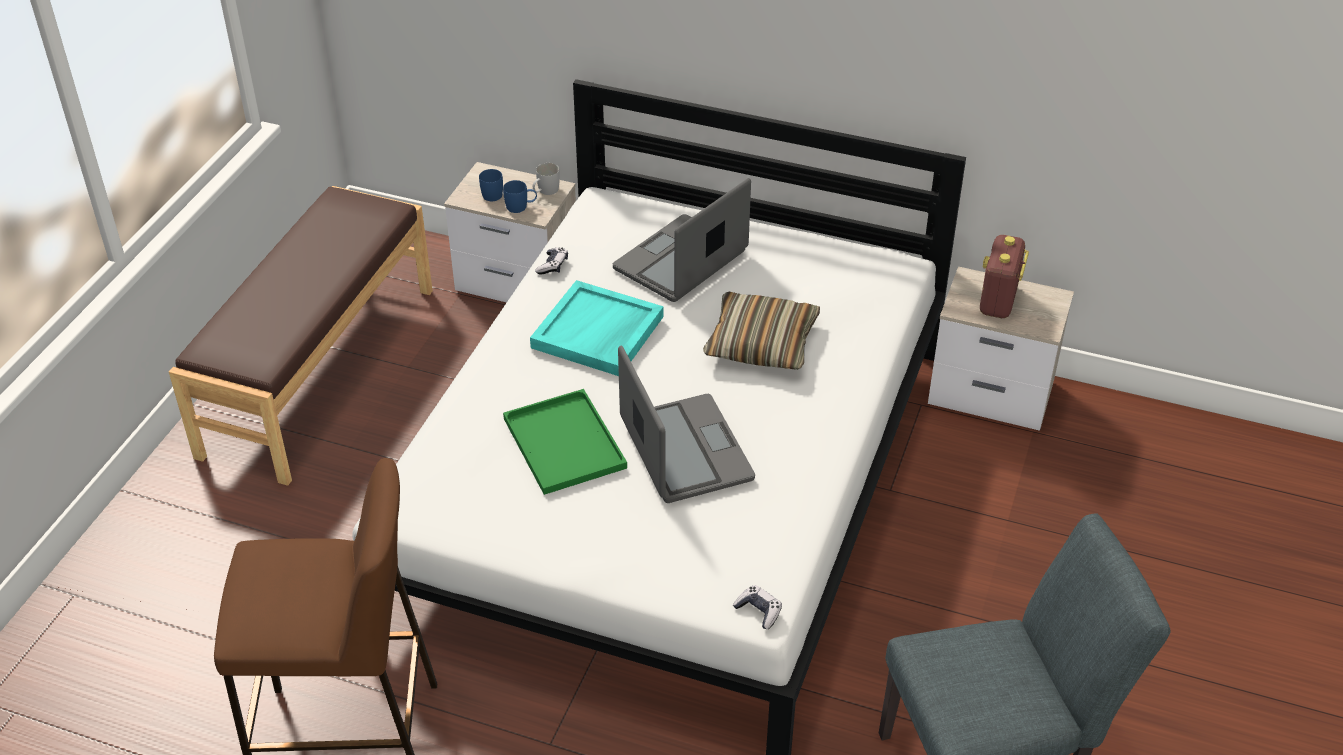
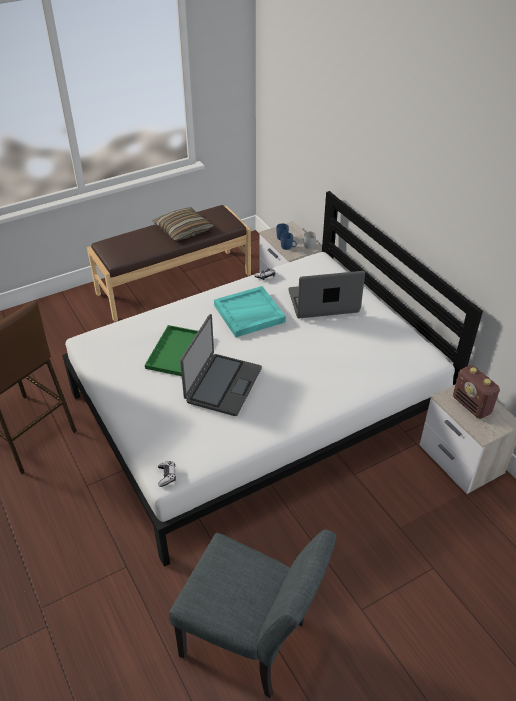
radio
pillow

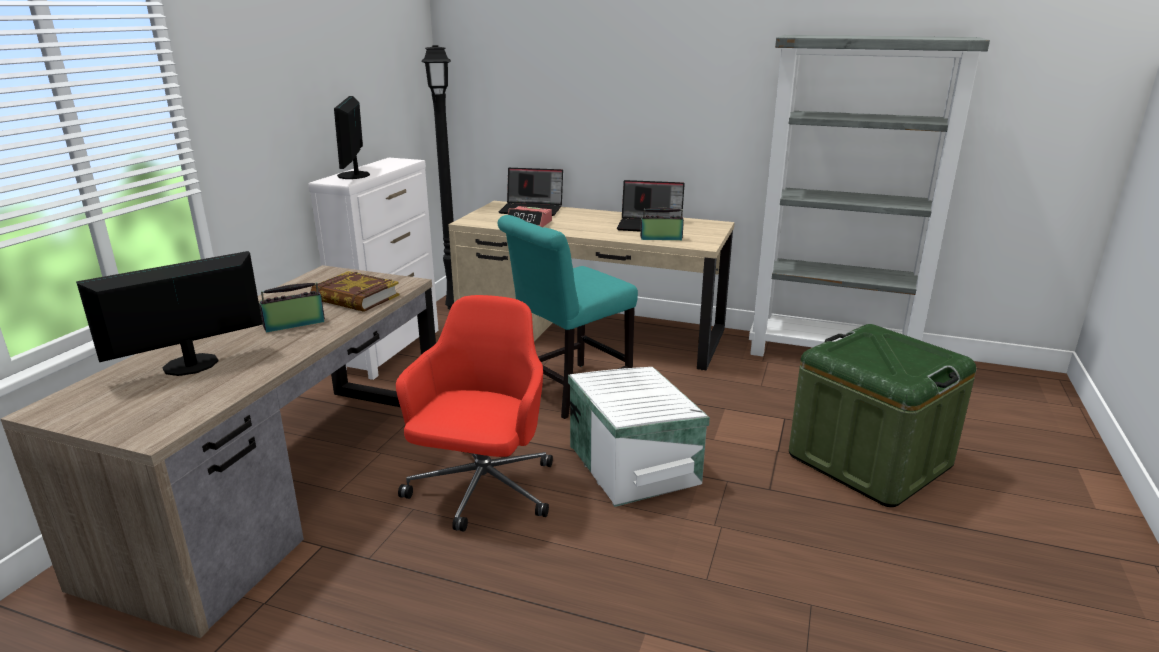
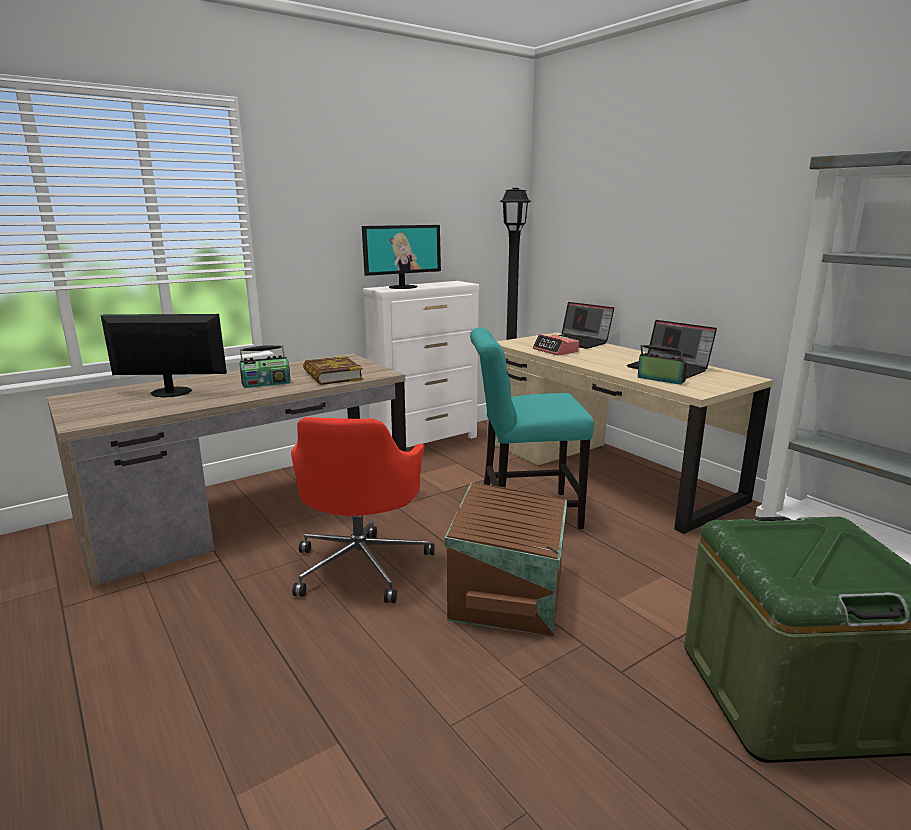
monitor (2nd from left)
radio (1st from left)
red office chair
brown storage box

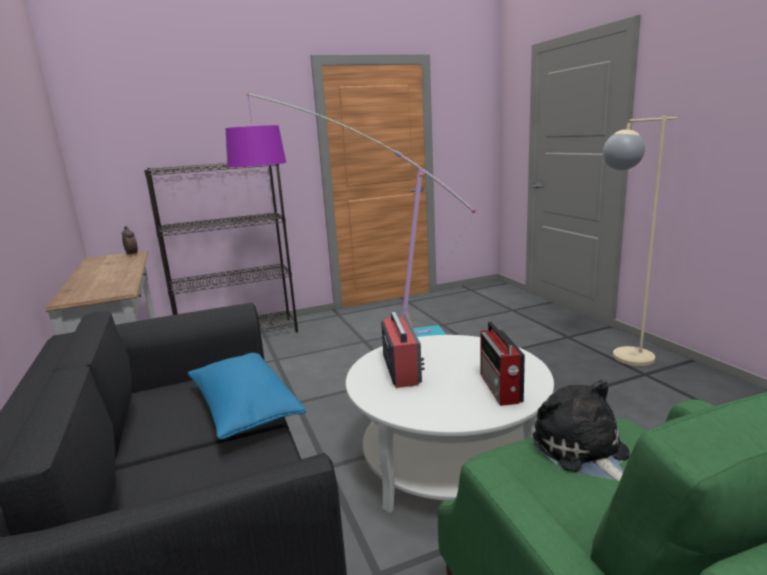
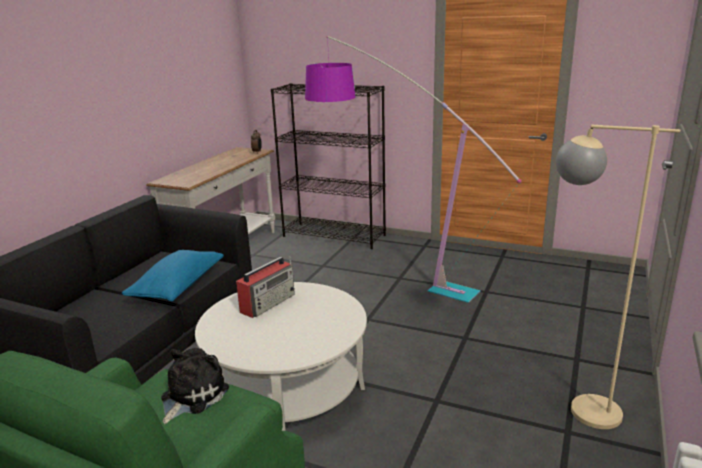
radio (2nd from left in the first image)

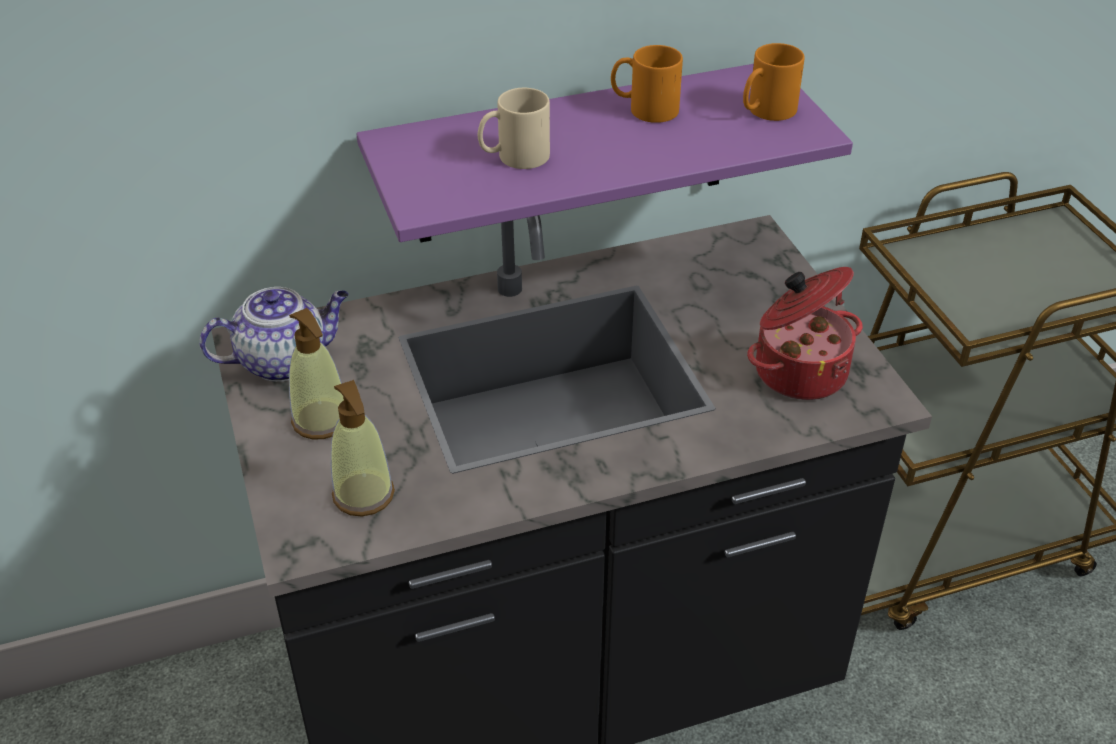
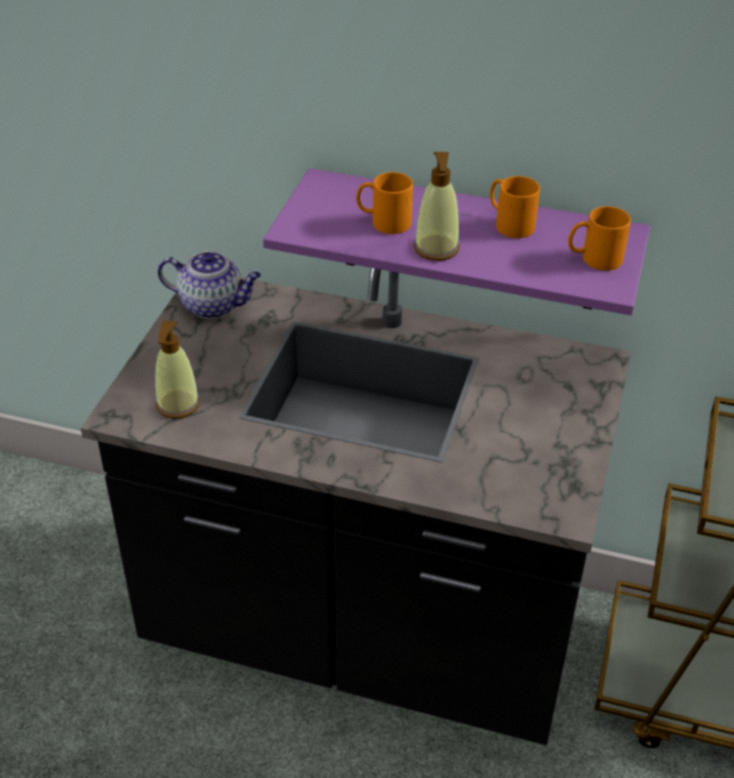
orange mug (1st from left)
cooking pot
soap dispenser (2nd from left)

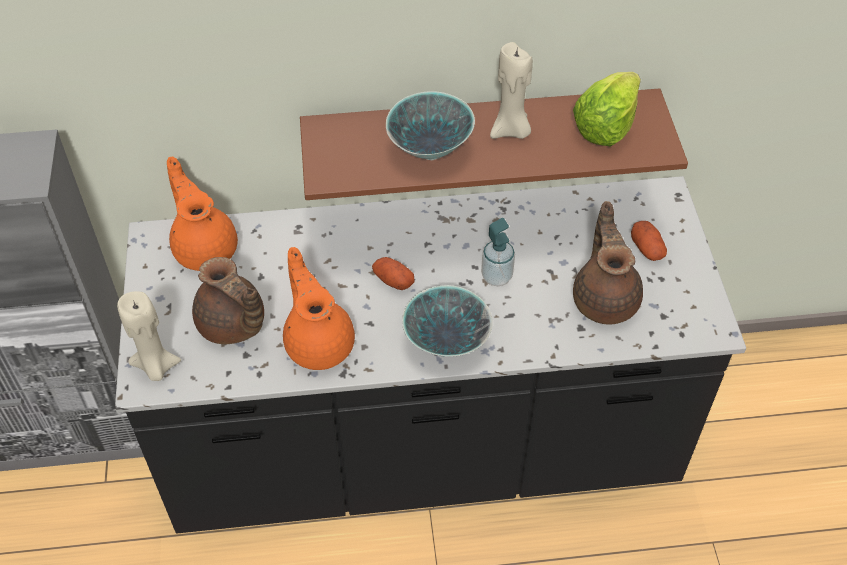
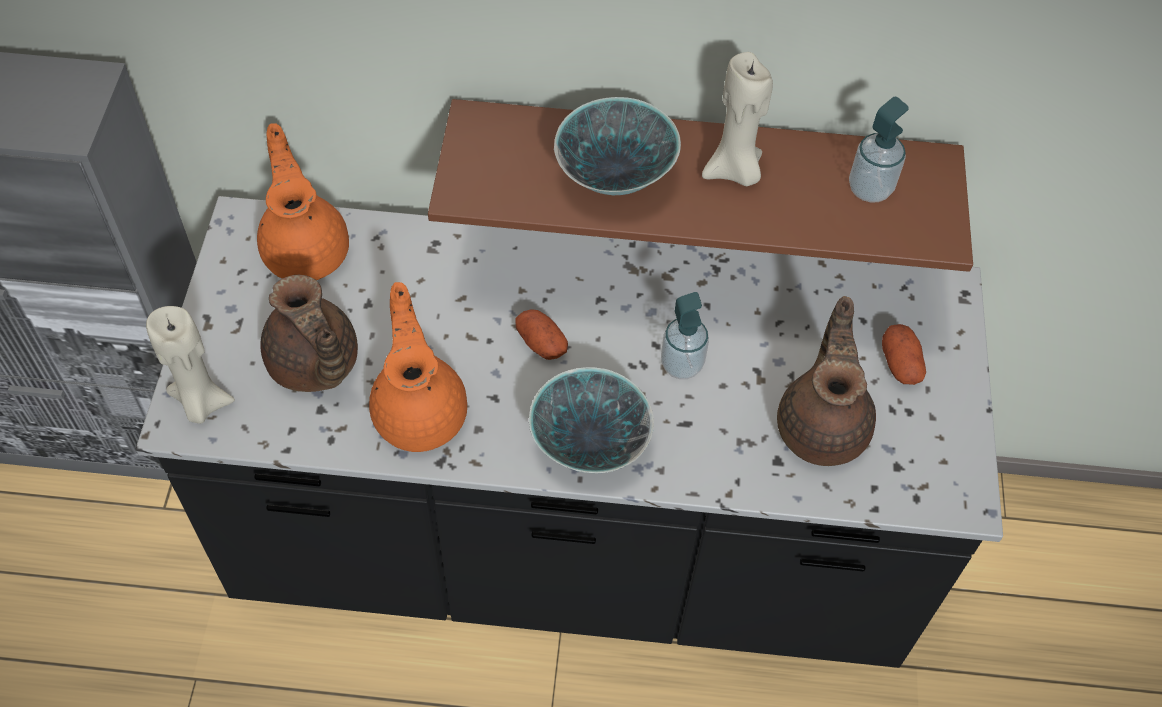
soap dispenser (2nd from left)

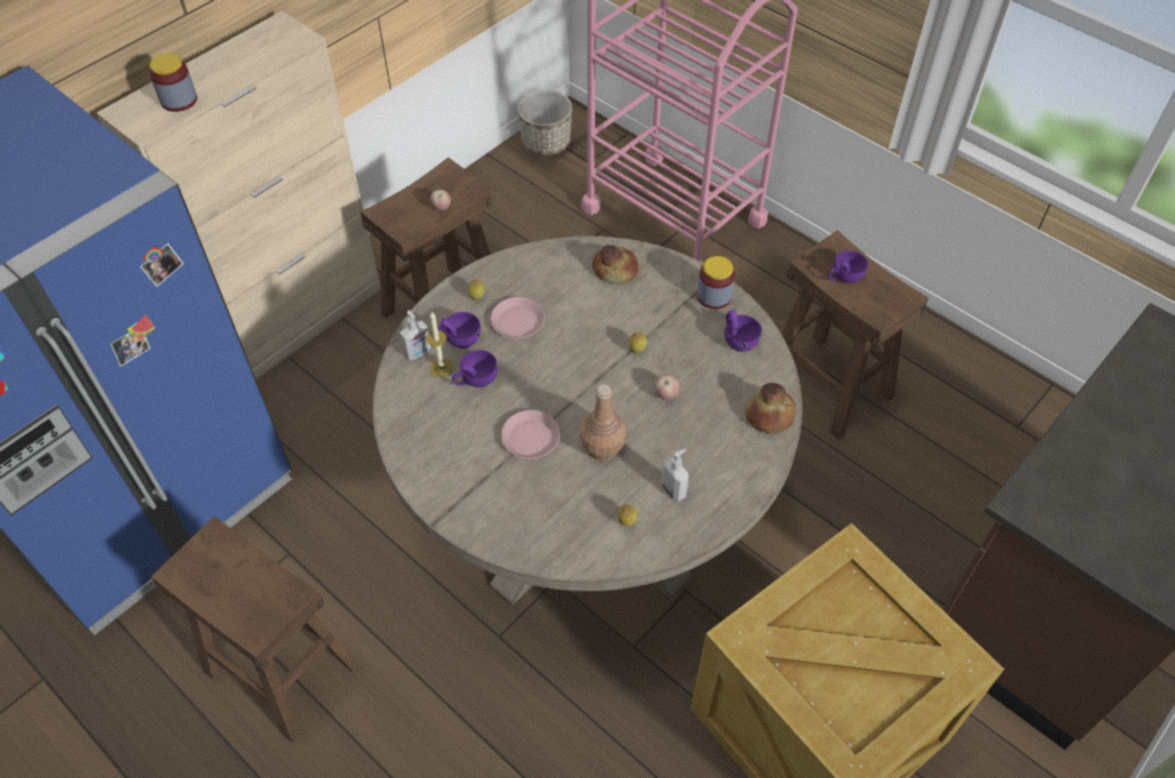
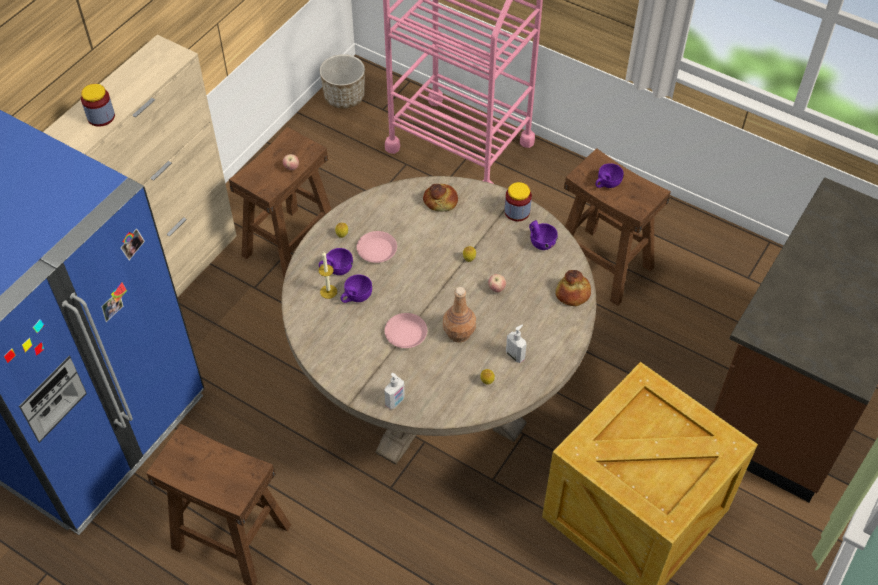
soap dispenser (1st from left)

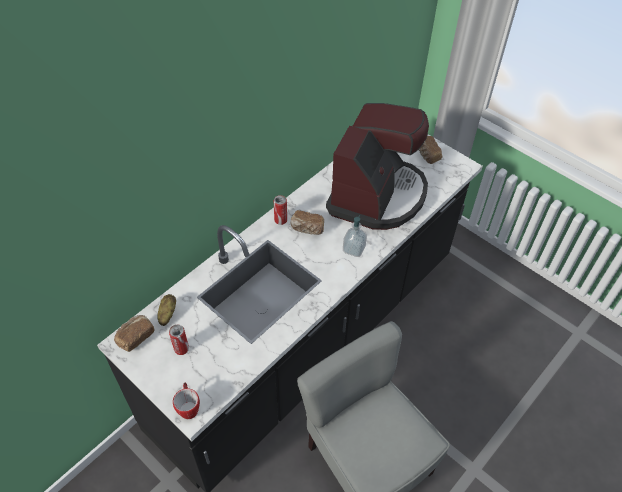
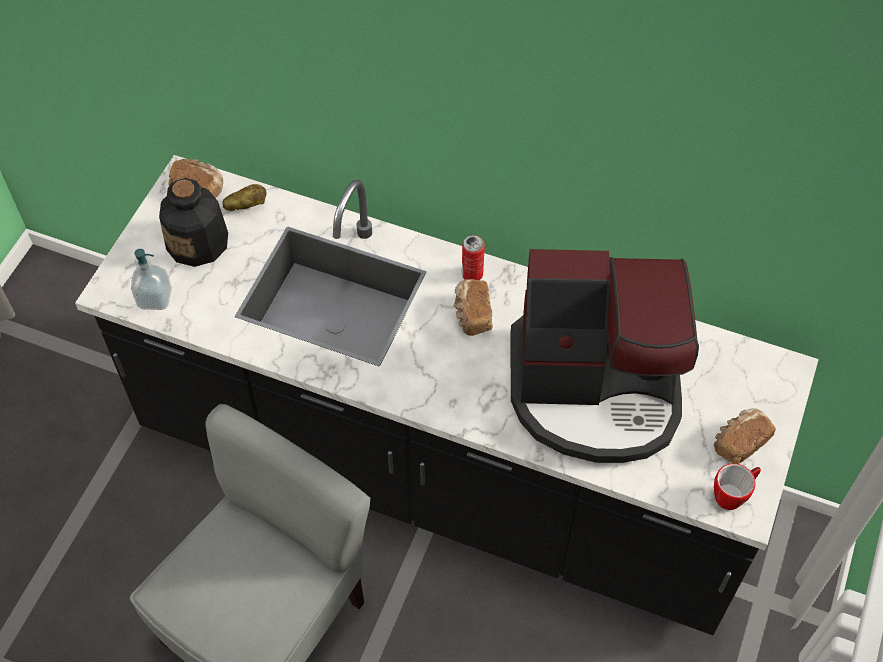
soap dispenser
bottle
mug

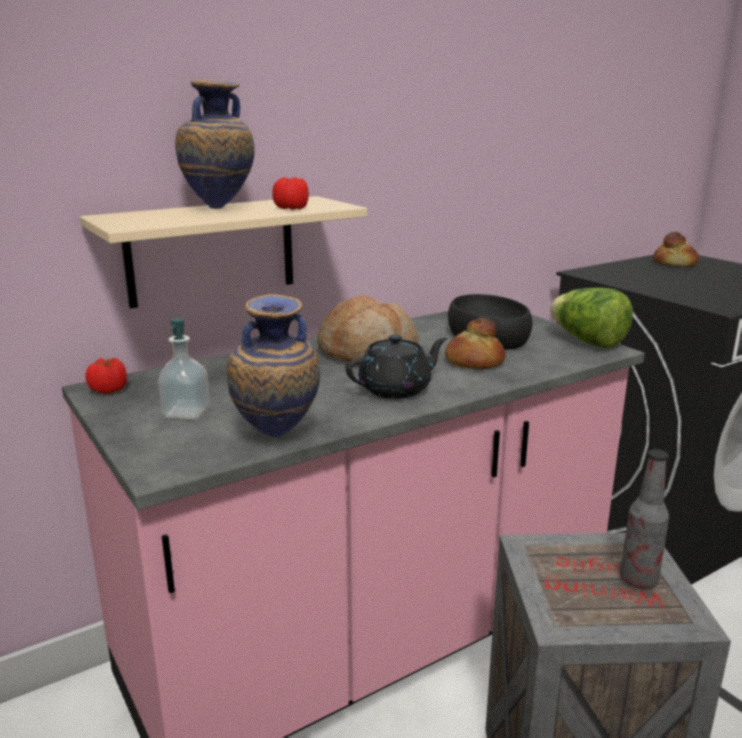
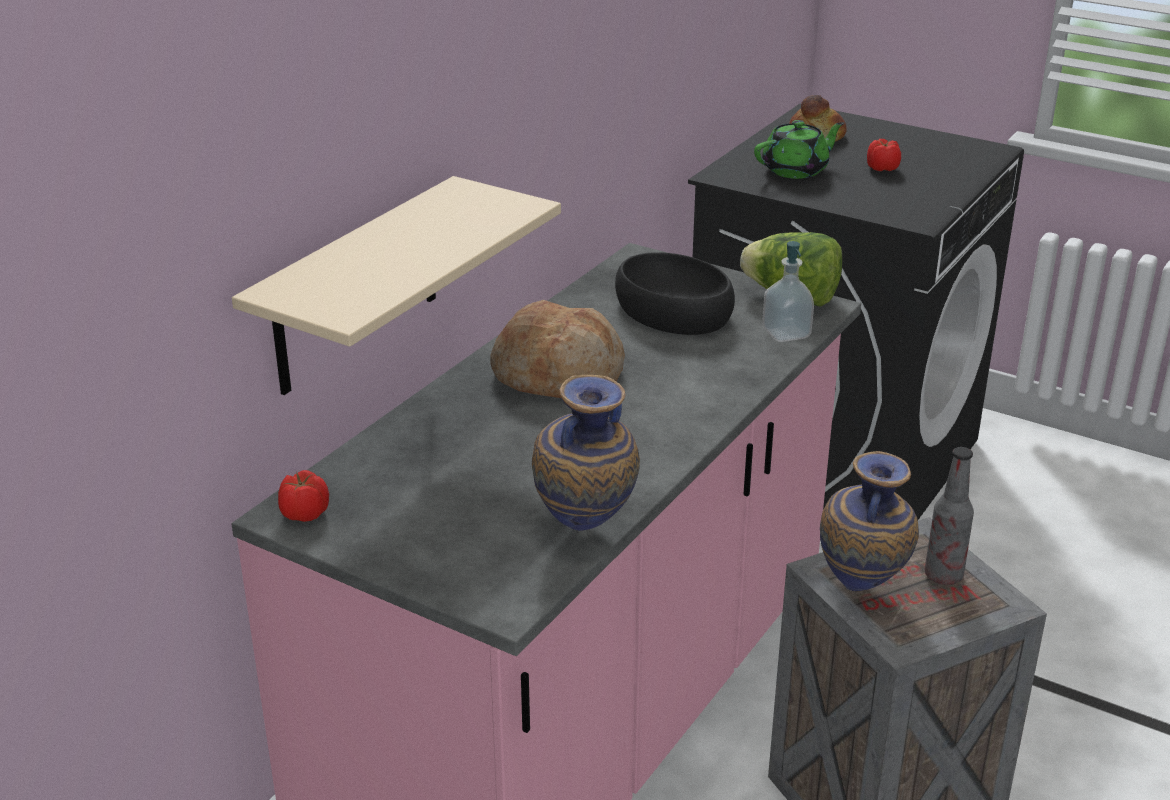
vase (2nd from left)
tomato (2nd from left)
bread (2nd from left in the first image)
soap dispenser
black teapot
green teapot

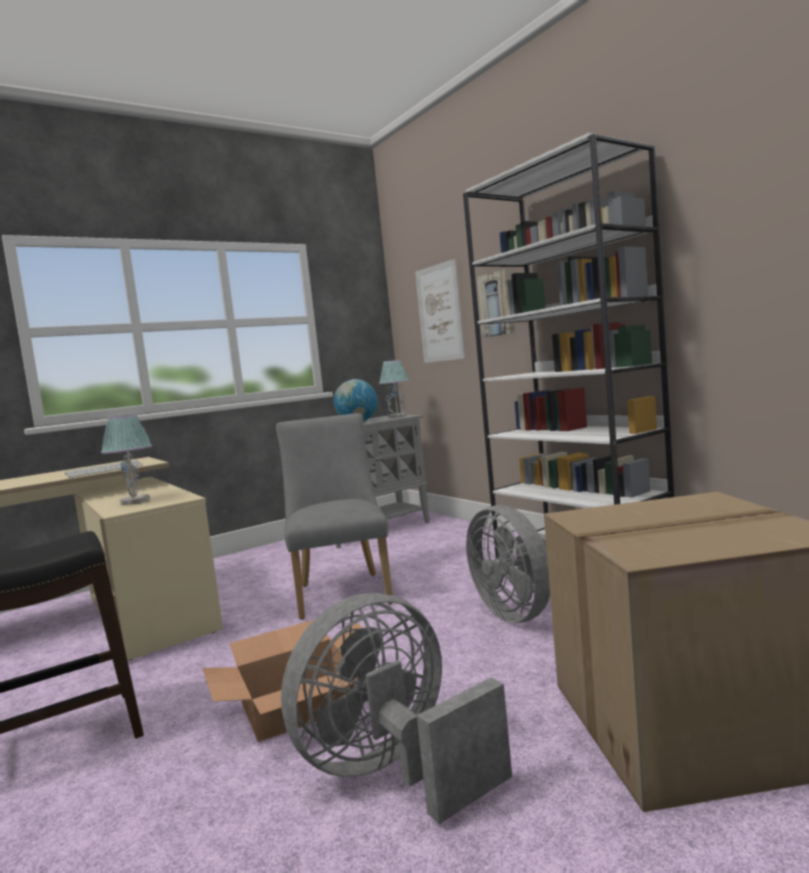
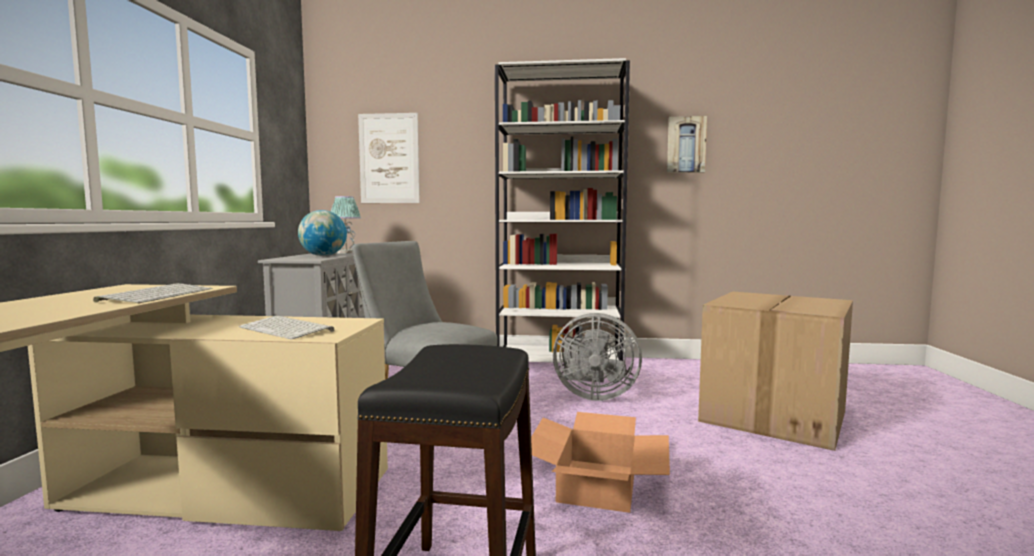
picture (2nd from left)
keyboard (2nd from left)
grey fan (1st from left in the first image)

